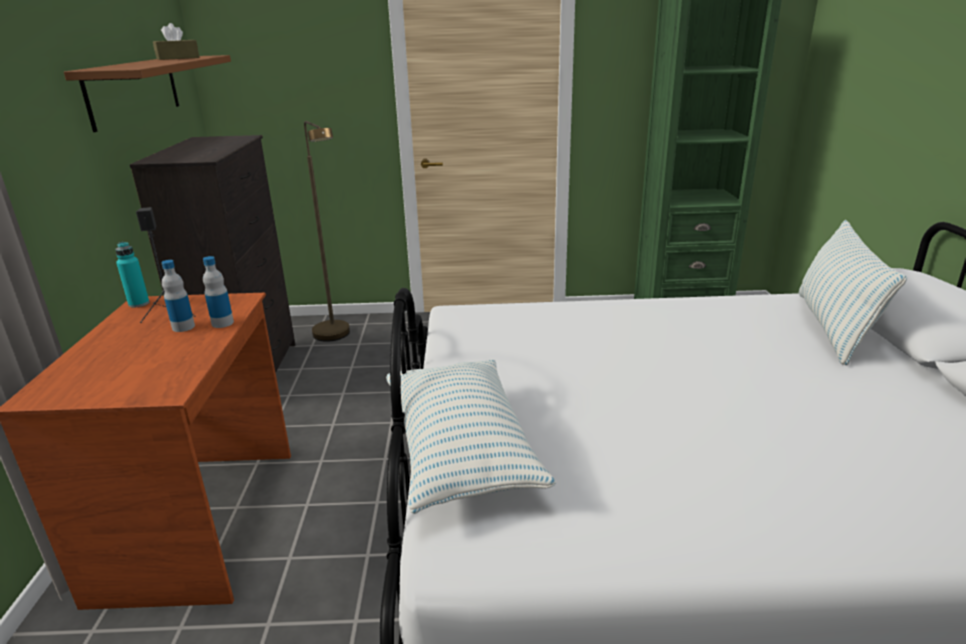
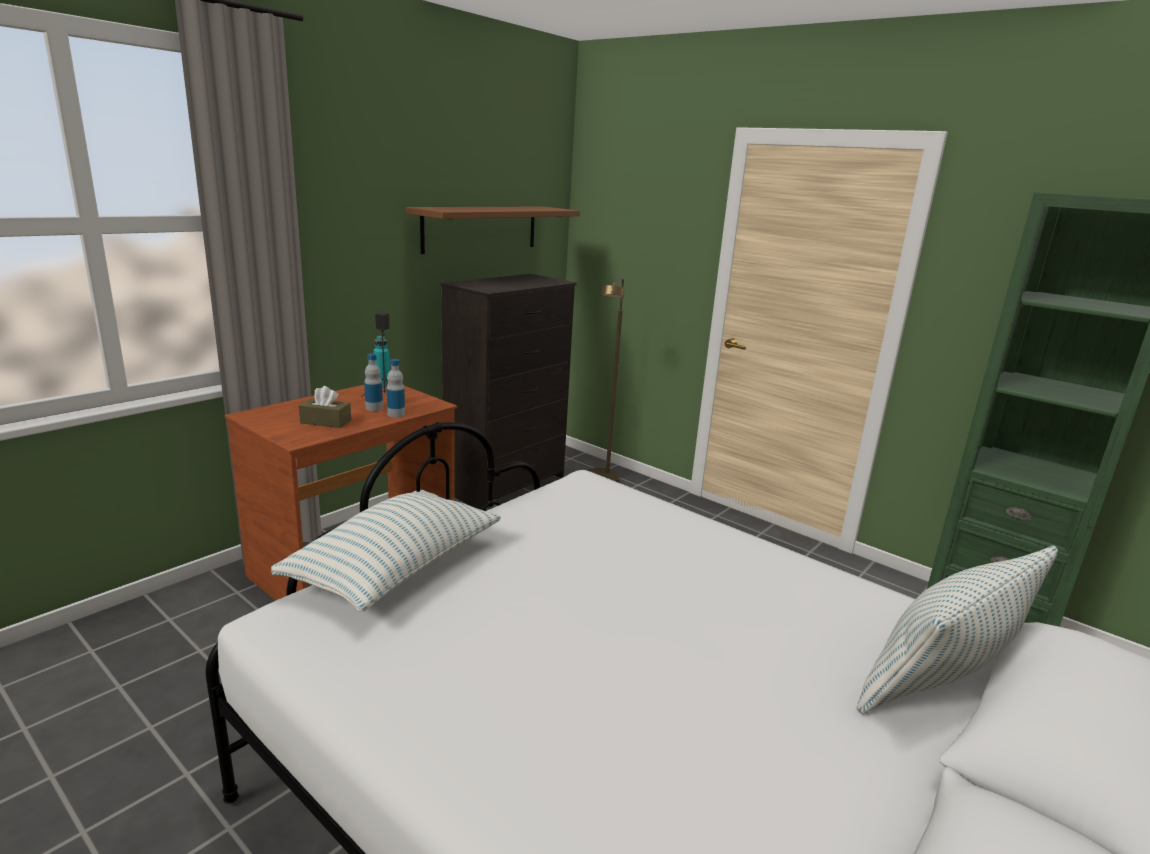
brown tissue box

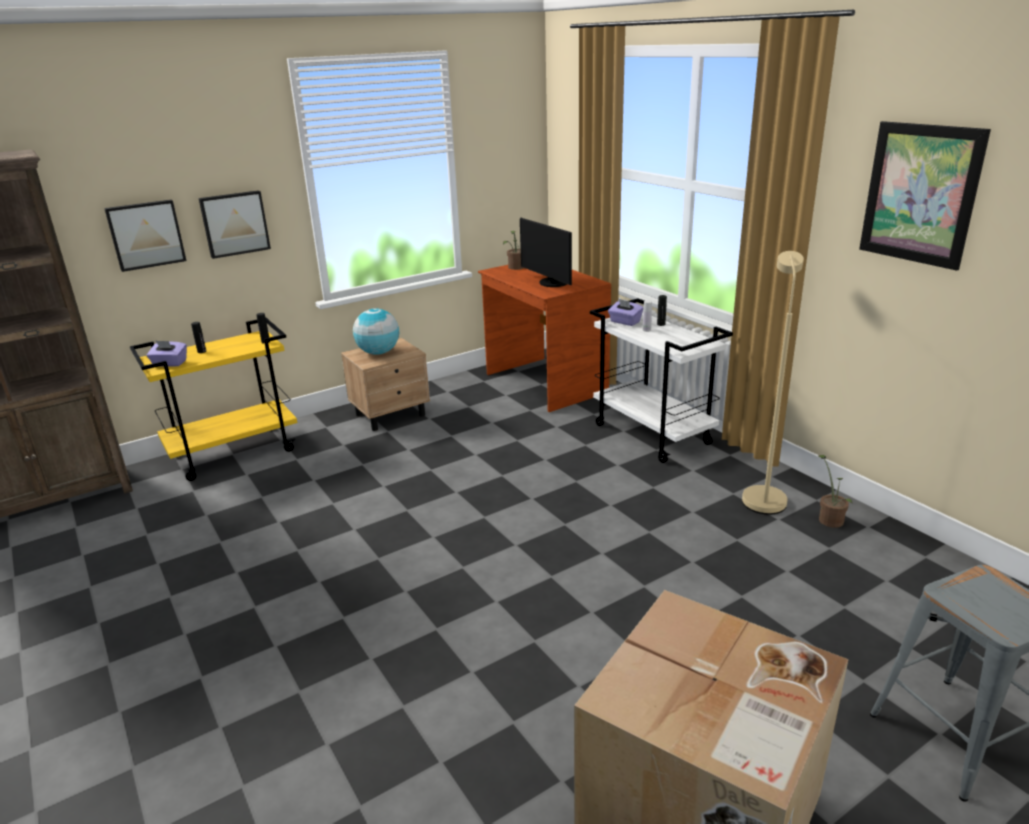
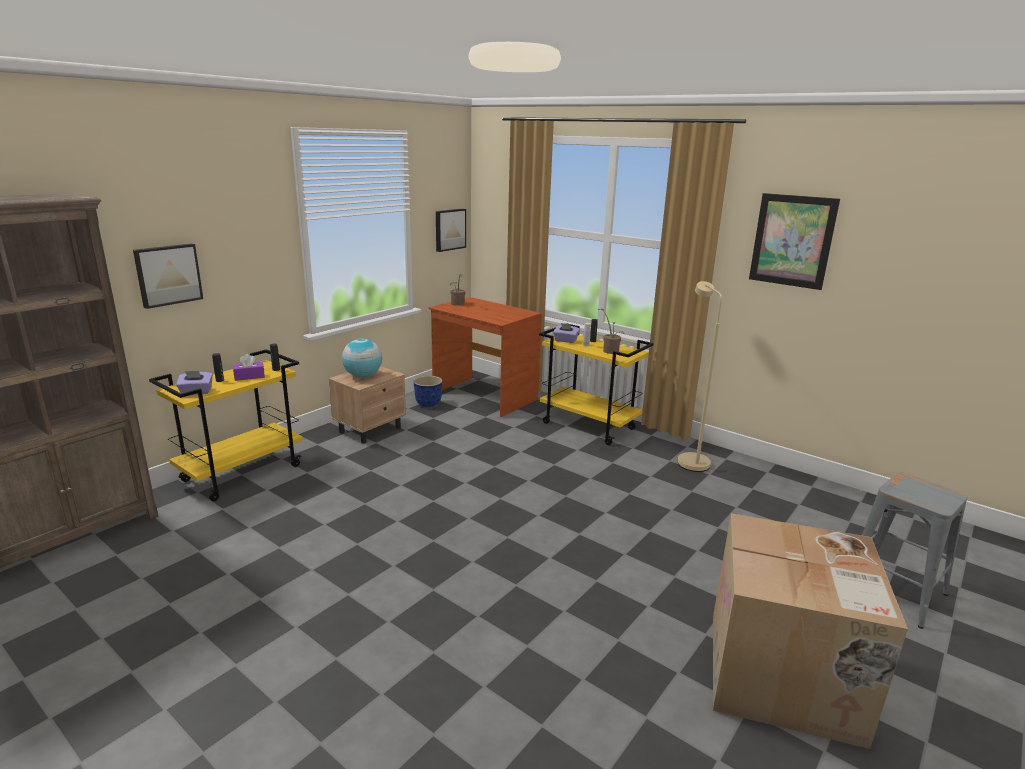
picture (2nd from left)
monitor
yellow cart (2nd from left)
potted plant (2nd from left)
purple tissue box (2nd from left)
planter

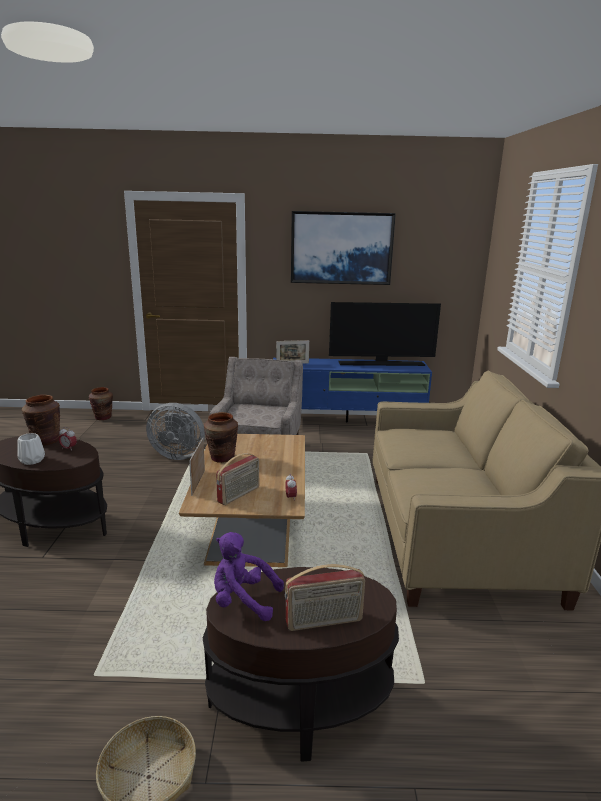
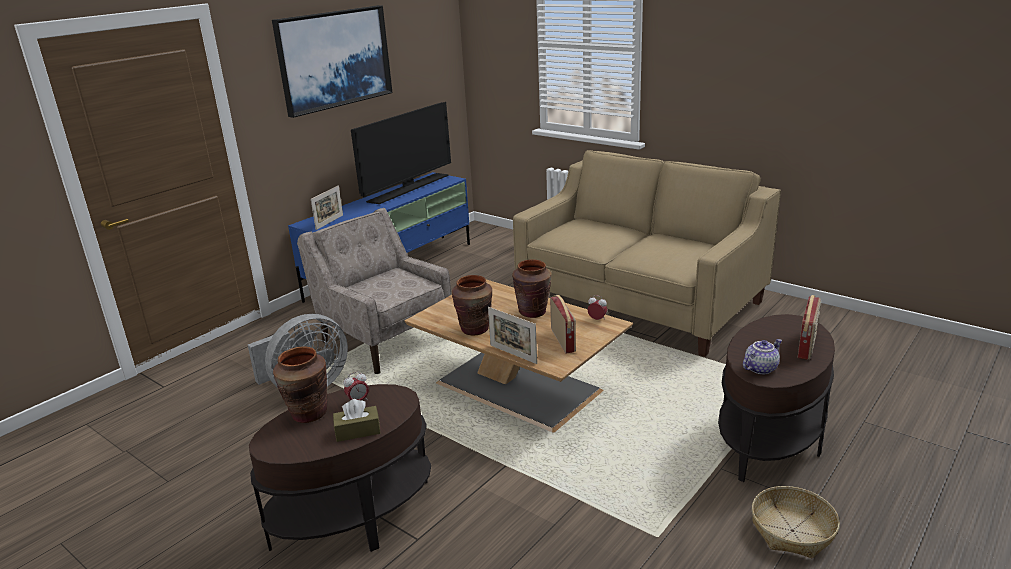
brown vase (3rd from left)
brown tissue box
teapot

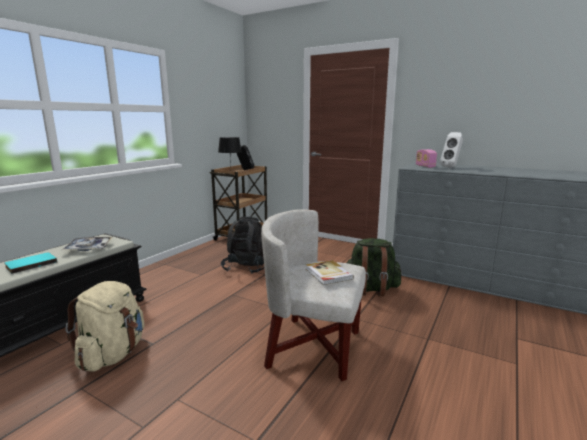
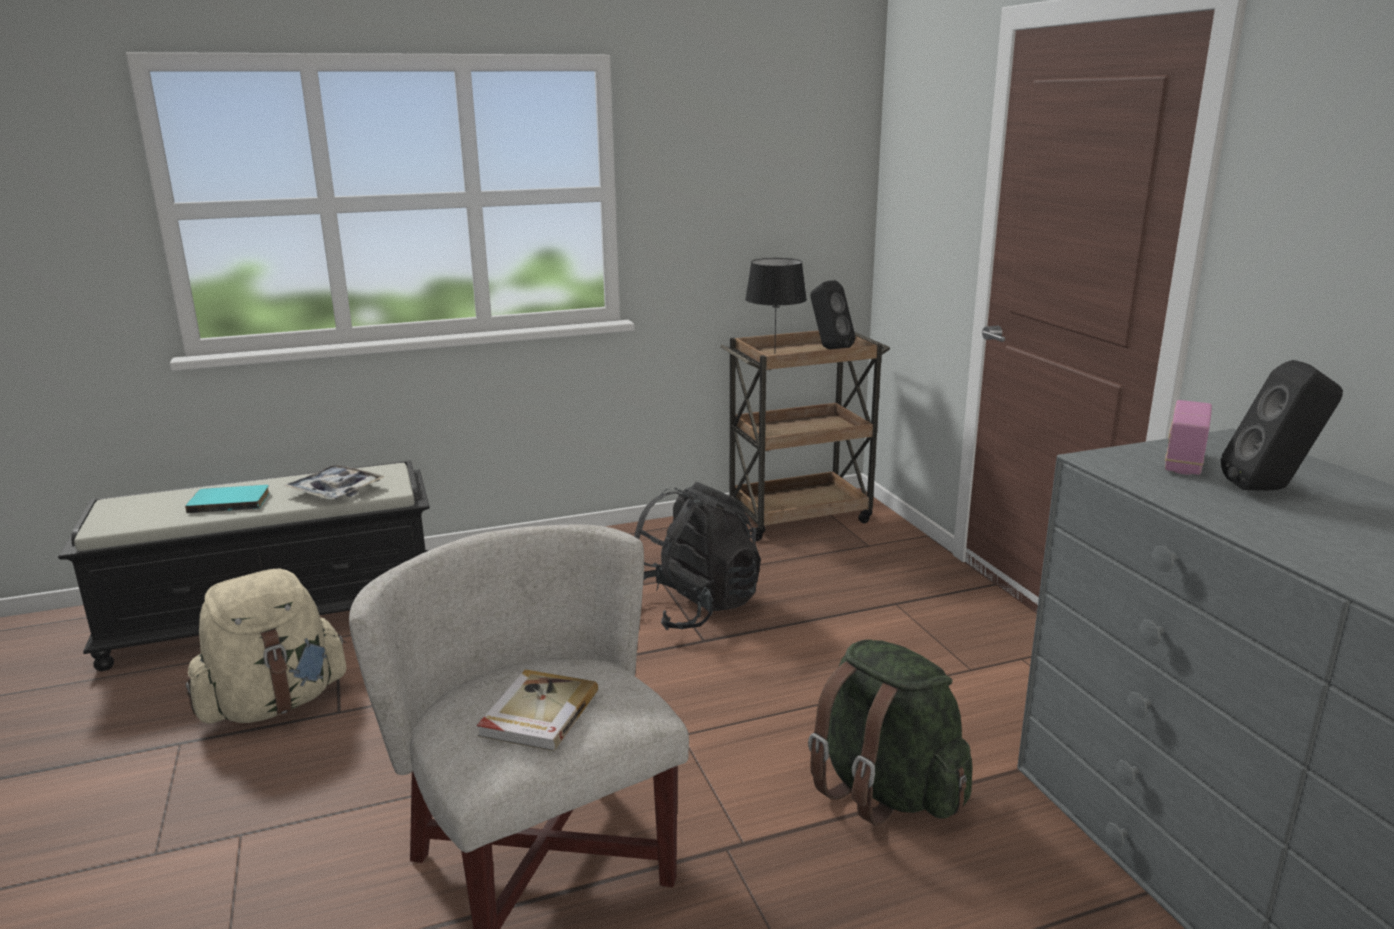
black speaker (2nd from left)

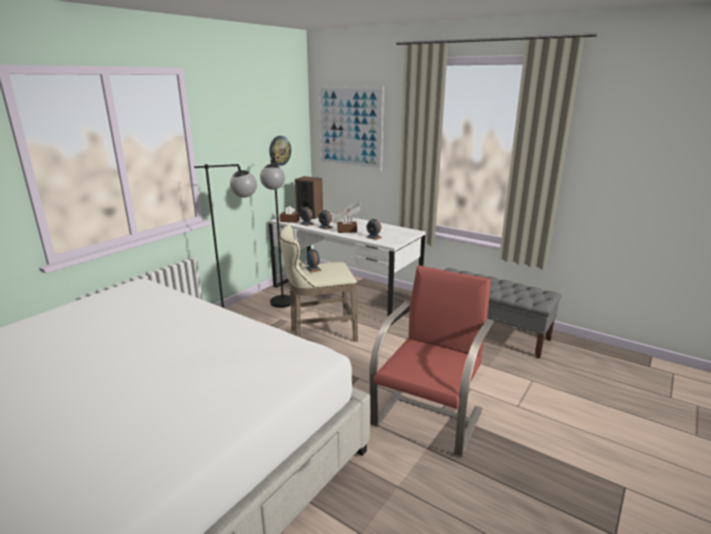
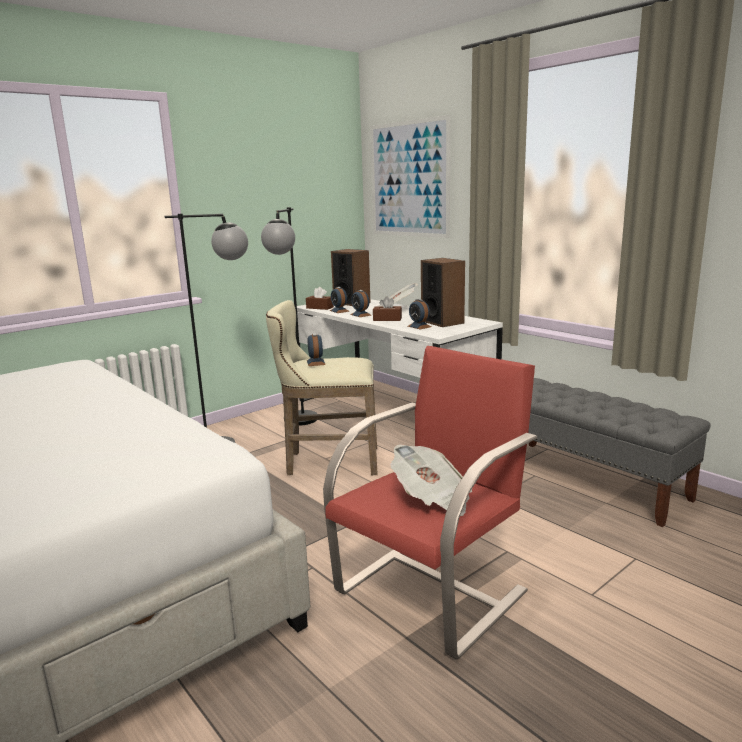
wall clock
speaker (2nd from left)
newspaper (2nd from left)

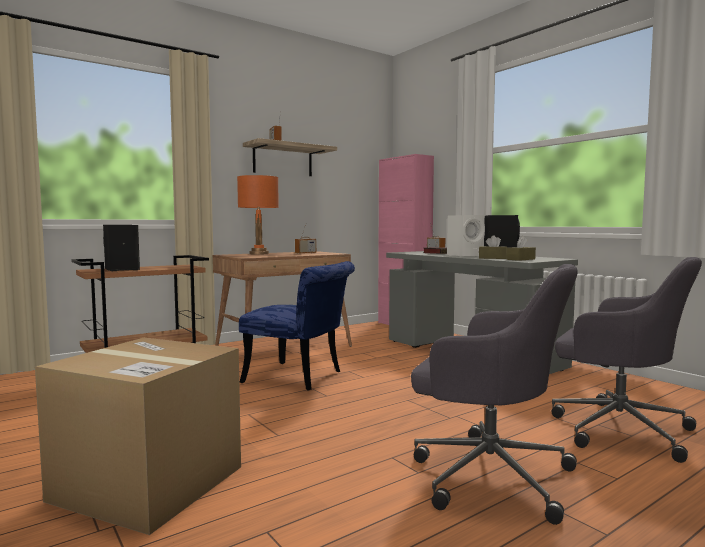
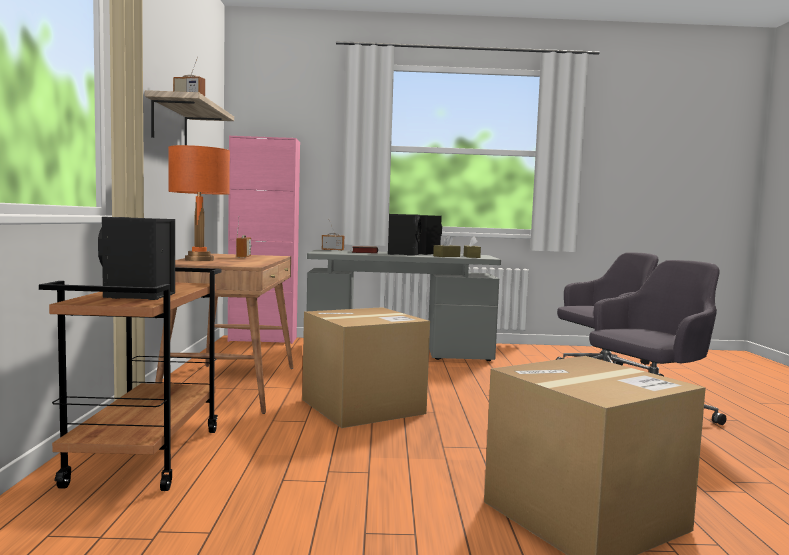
black speaker (2nd from left)
cardboard box (1st from left)

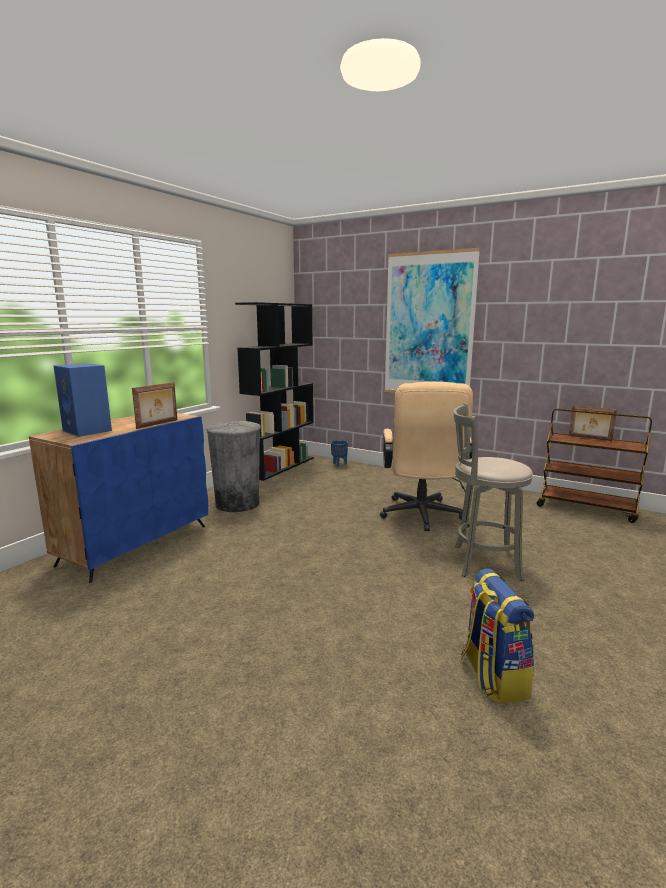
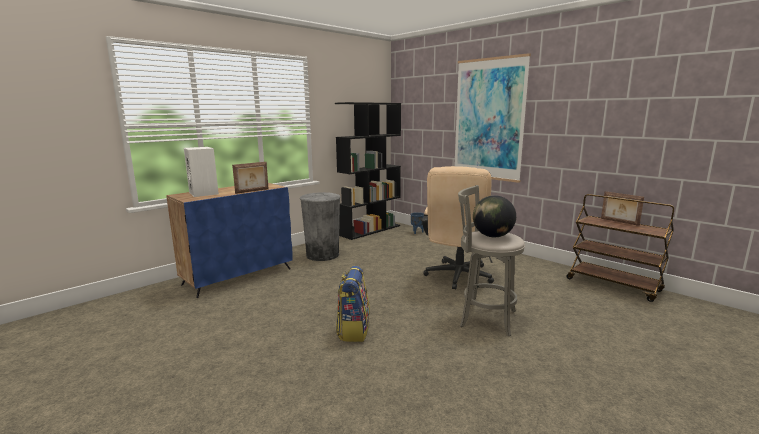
white speaker
backpack
globe

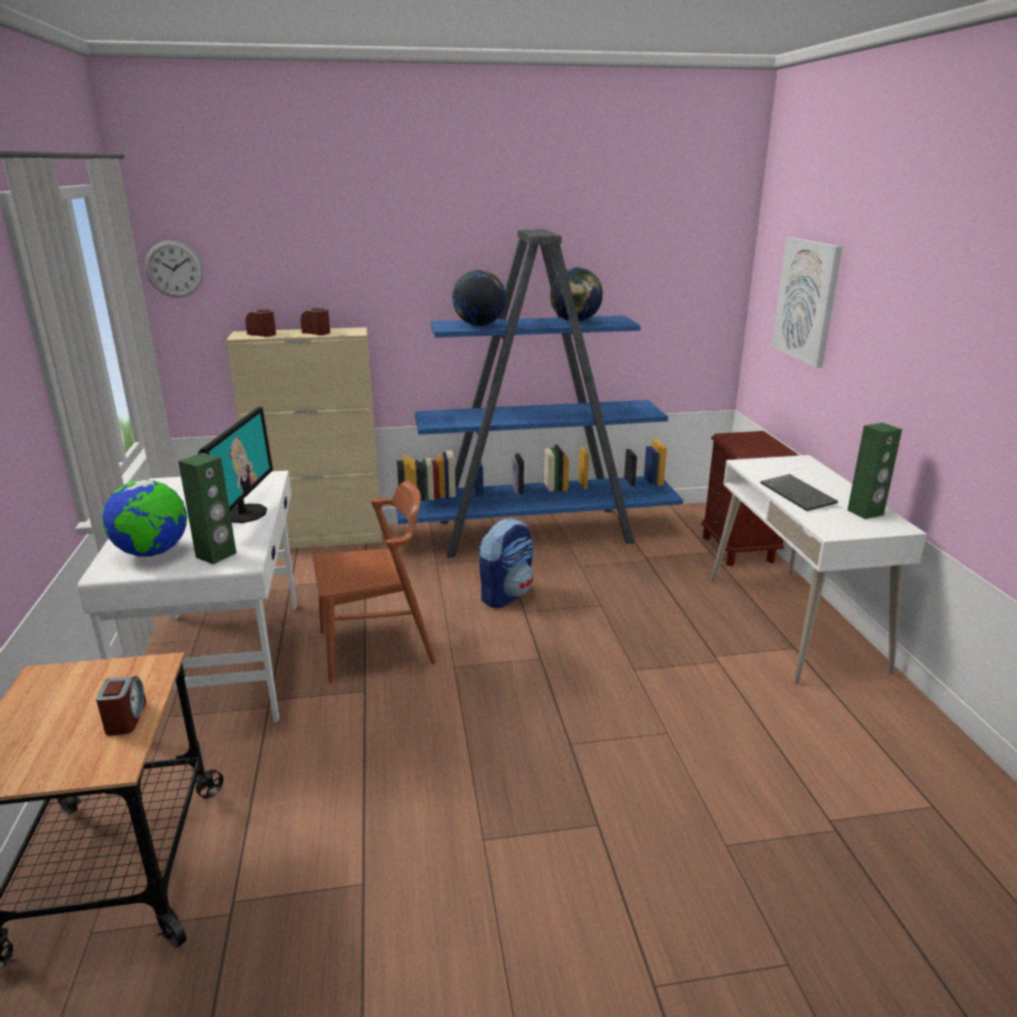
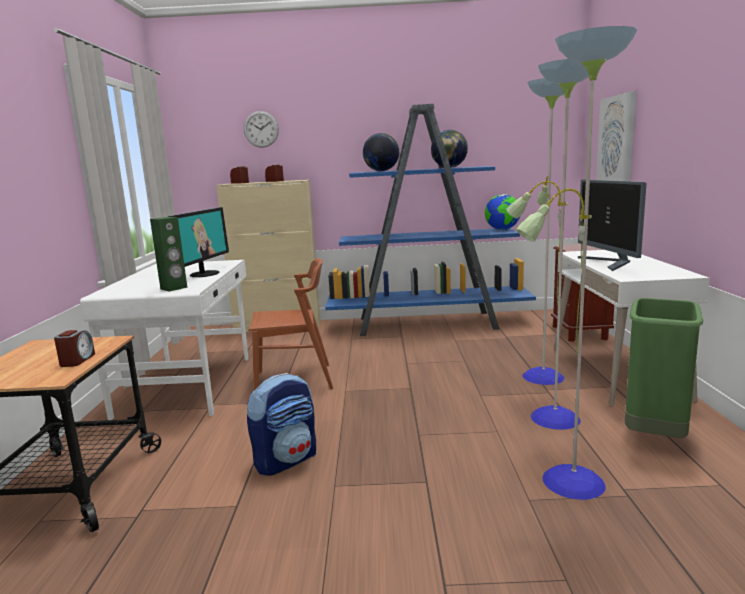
wall clock
green speaker (2nd from left in the first image)
monitor (2nd from left)
globe (3rd from left)
backpack
floor lamp
green trash can

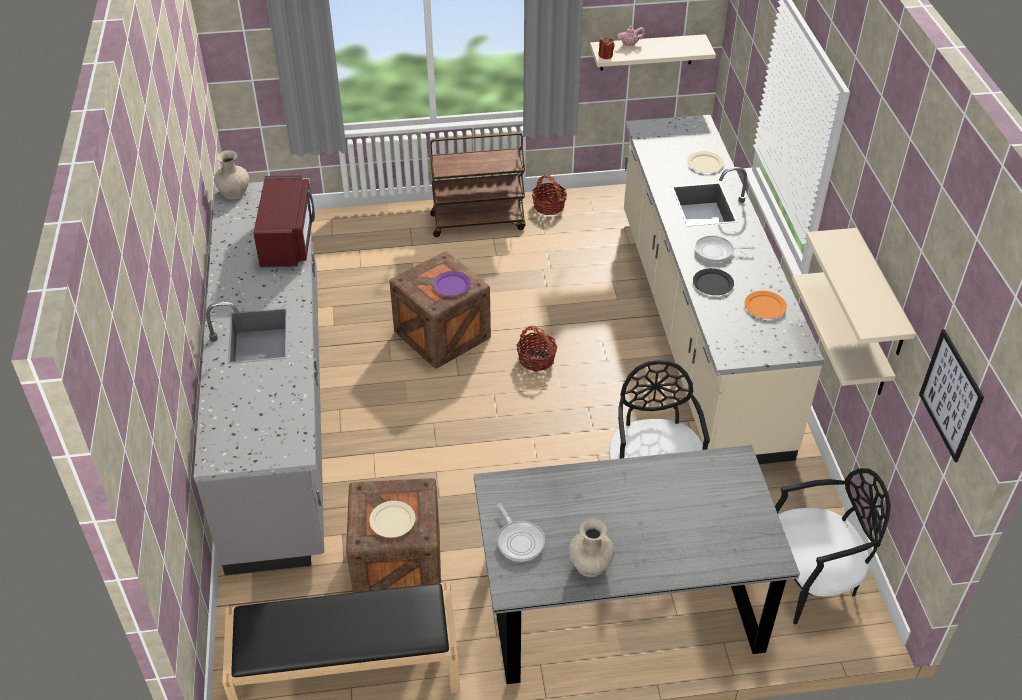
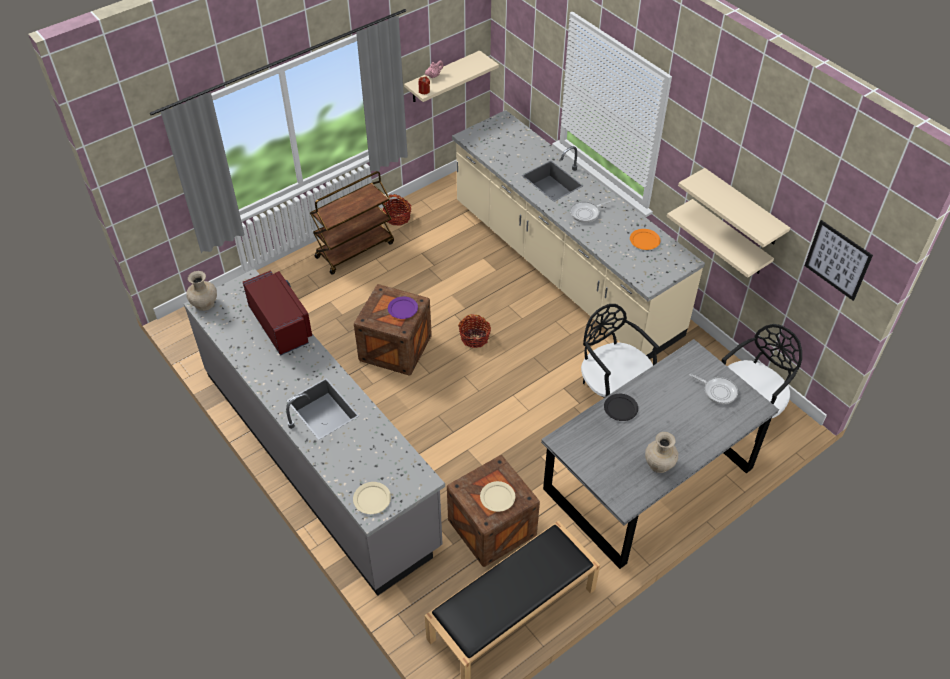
beige plate (1st from left)
black plate
frying pan (2nd from left)

